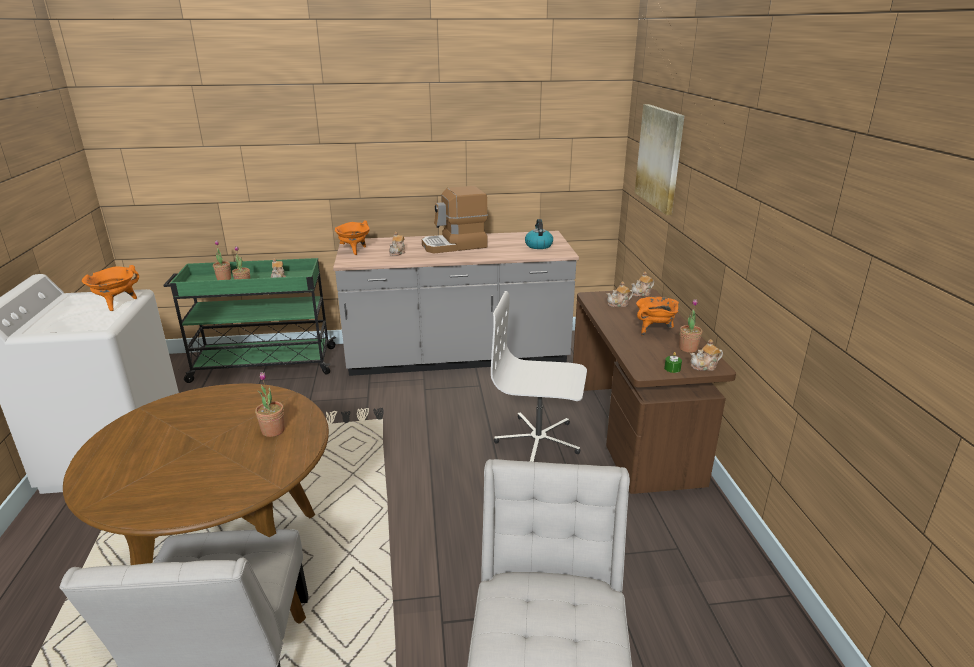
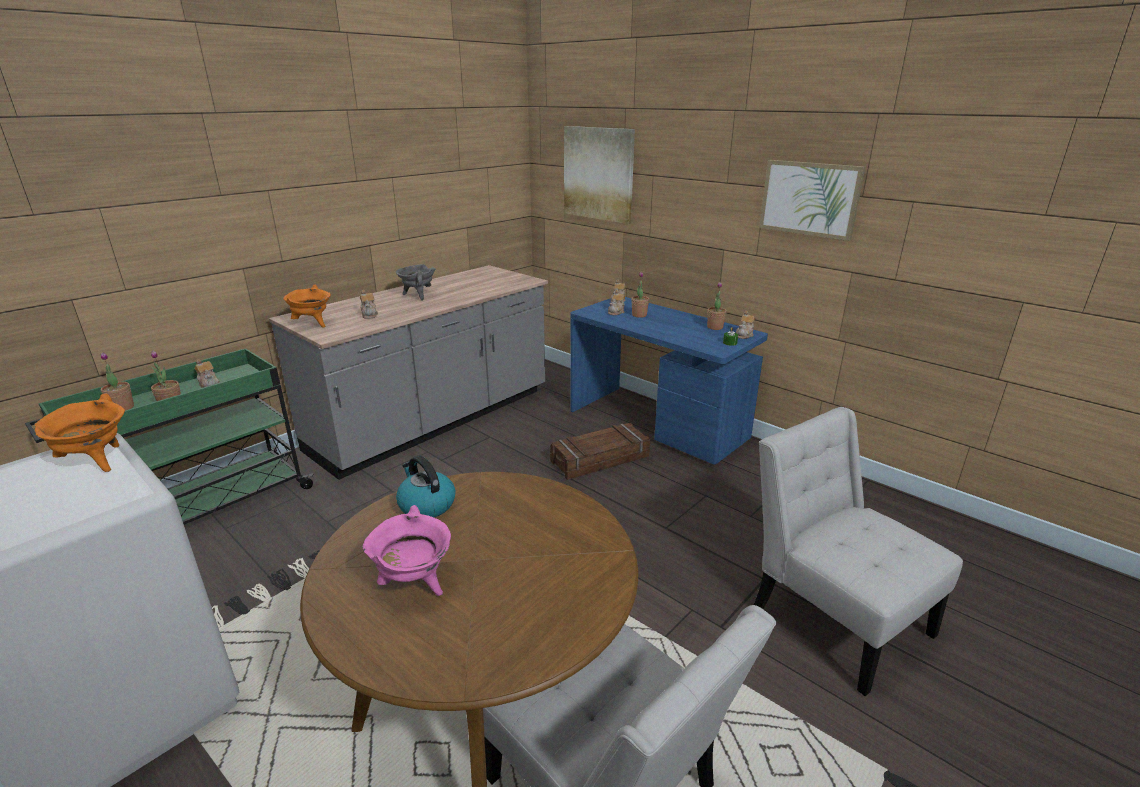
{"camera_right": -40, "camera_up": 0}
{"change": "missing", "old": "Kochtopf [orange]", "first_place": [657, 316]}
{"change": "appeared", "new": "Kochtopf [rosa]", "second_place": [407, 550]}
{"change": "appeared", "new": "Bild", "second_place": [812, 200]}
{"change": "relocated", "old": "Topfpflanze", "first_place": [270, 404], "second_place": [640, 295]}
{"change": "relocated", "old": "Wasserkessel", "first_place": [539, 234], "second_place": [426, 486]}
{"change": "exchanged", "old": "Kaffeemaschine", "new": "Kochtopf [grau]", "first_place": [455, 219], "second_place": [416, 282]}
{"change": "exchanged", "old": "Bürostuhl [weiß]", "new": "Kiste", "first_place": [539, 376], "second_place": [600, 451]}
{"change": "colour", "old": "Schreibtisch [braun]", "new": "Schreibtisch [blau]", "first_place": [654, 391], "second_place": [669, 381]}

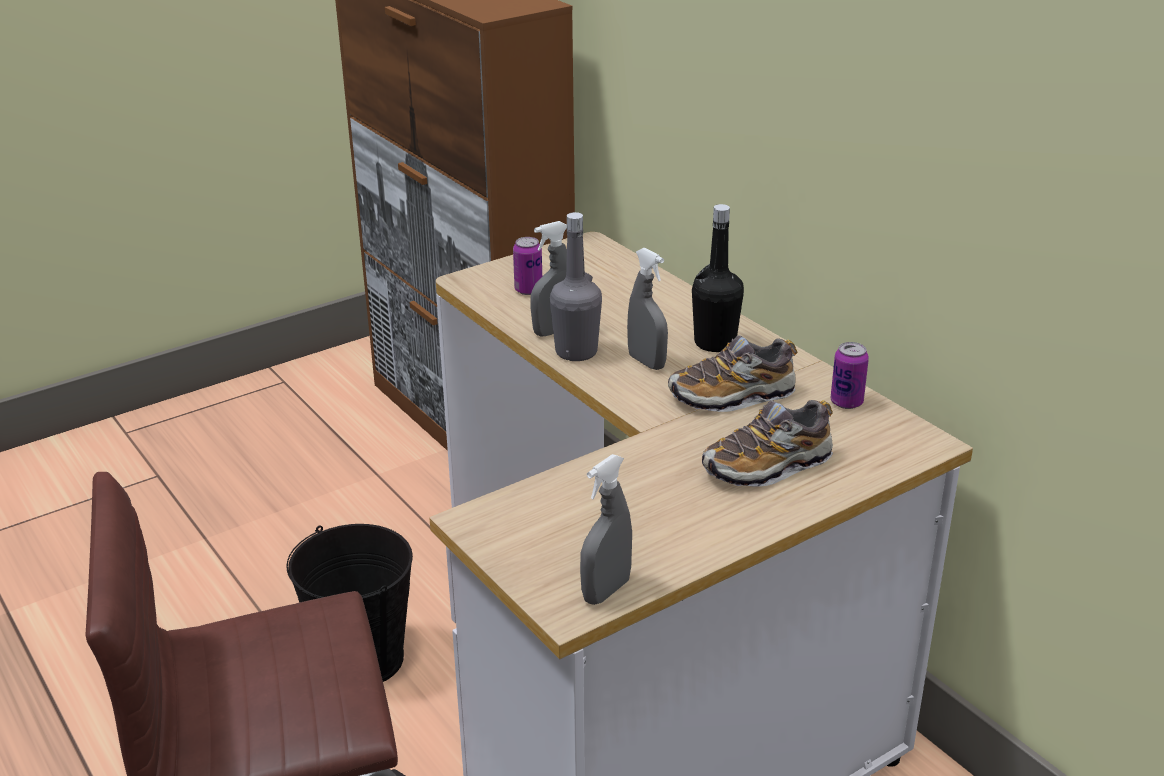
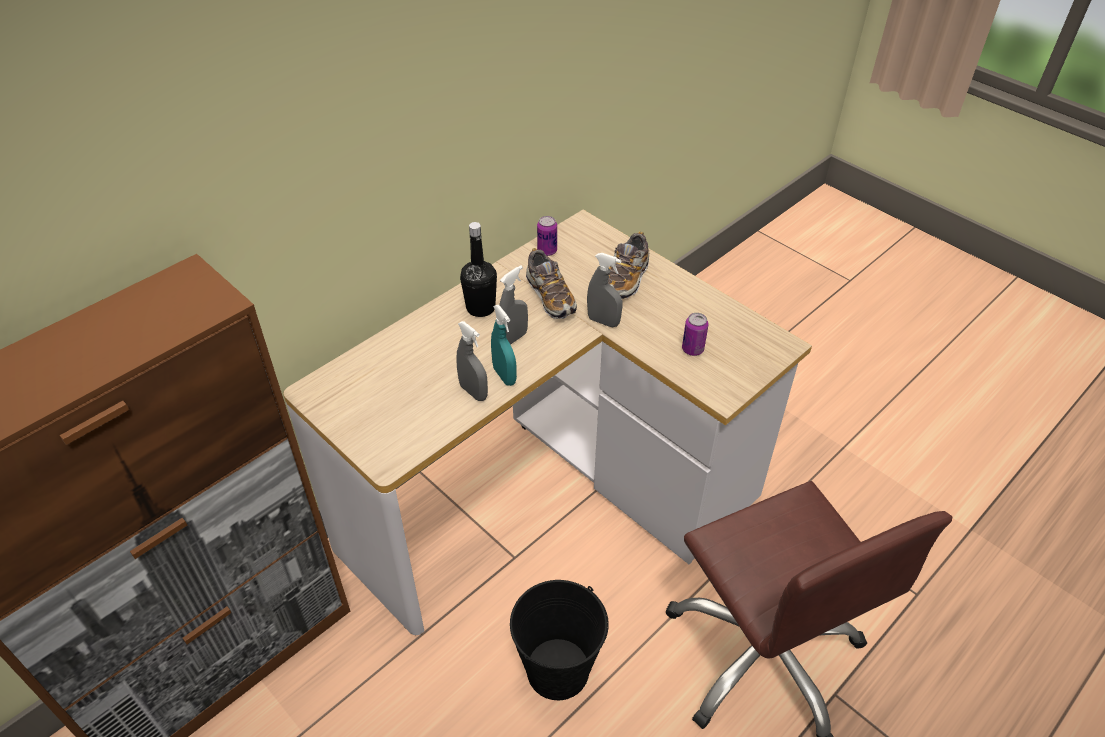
{"camera_right": -100, "camera_up": 15}
{"change": "relocated", "old": "Dose", "first_place": [527, 266], "second_place": [695, 334]}
{"change": "relocated", "old": "Sprühflasche [grau]", "first_place": [606, 529], "second_place": [605, 290]}
{"change": "exchanged", "old": "Flasche [grau]", "new": "Sprühflasche [türkis]", "first_place": [576, 286], "second_place": [504, 345]}
{"change": "spun", "old": "Schuh", "first_place": [767, 443], "second_place": [628, 265], "degrees": 60}

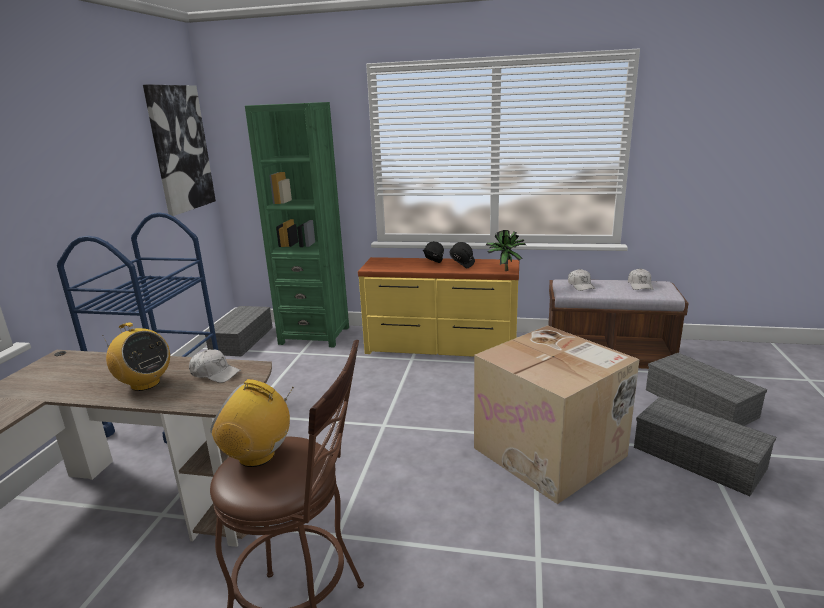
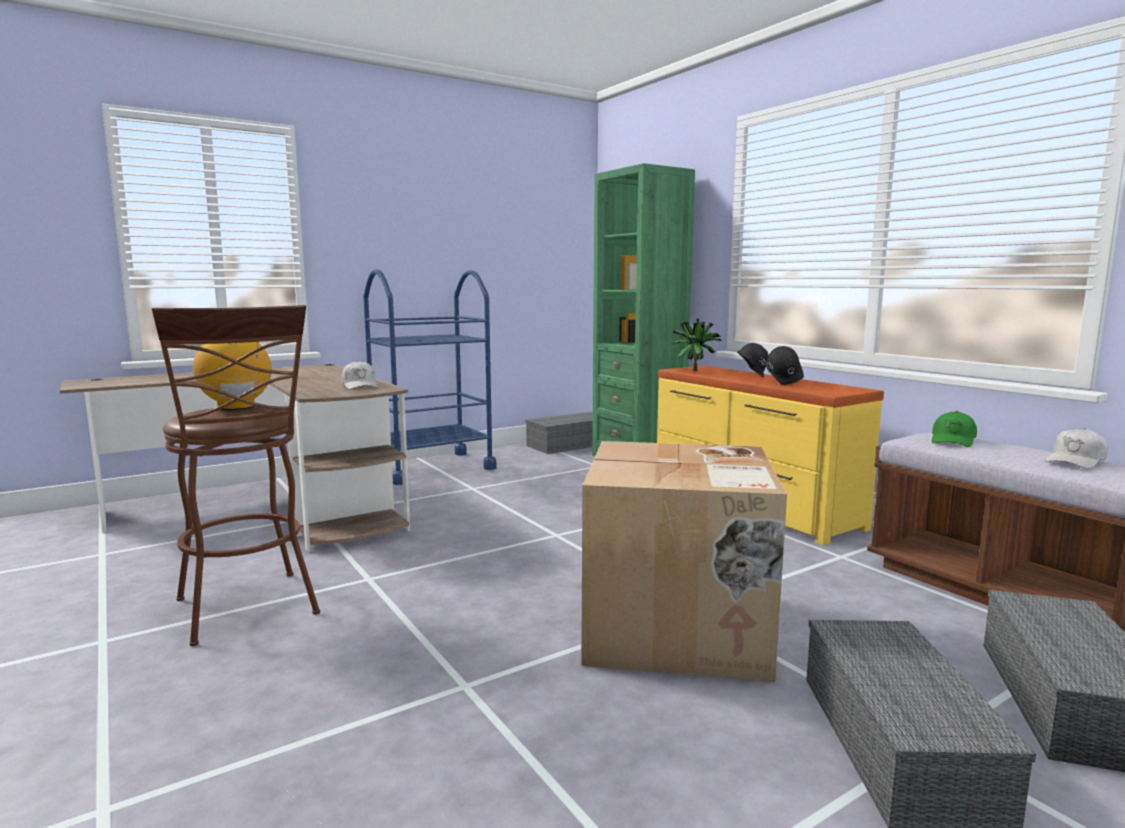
{"camera_right": 45, "camera_up": -10}
{"change": "missing", "old": "Radio", "first_place": [136, 356]}
{"change": "missing", "old": "Bild", "first_place": [179, 150]}
{"change": "relocated", "old": "Topfpflanze", "first_place": [505, 250], "second_place": [697, 345]}
{"change": "colour", "old": "Kappe [weiß]", "new": "Kappe [grün]", "first_place": [582, 280], "second_place": [954, 429]}

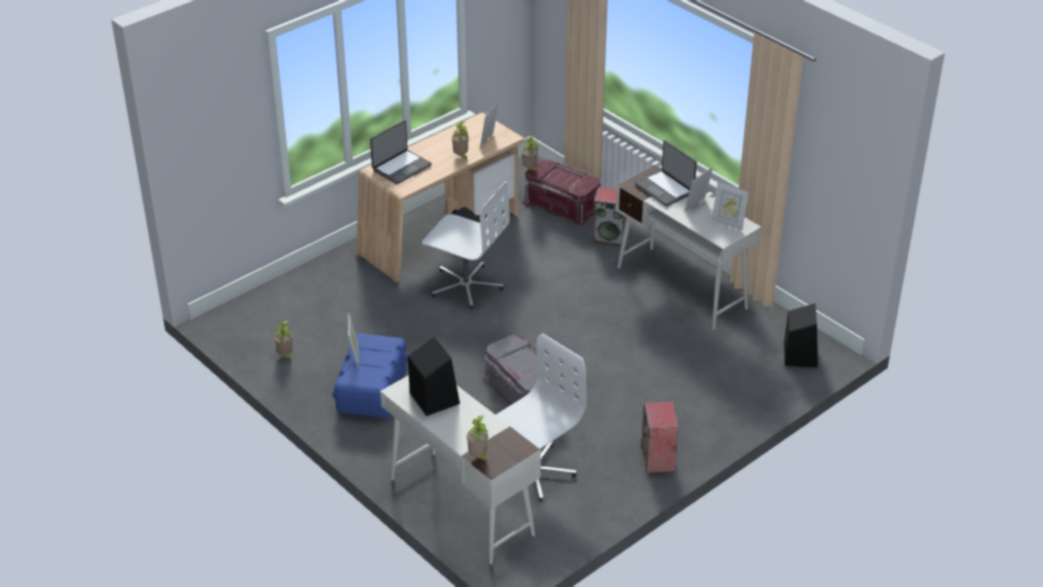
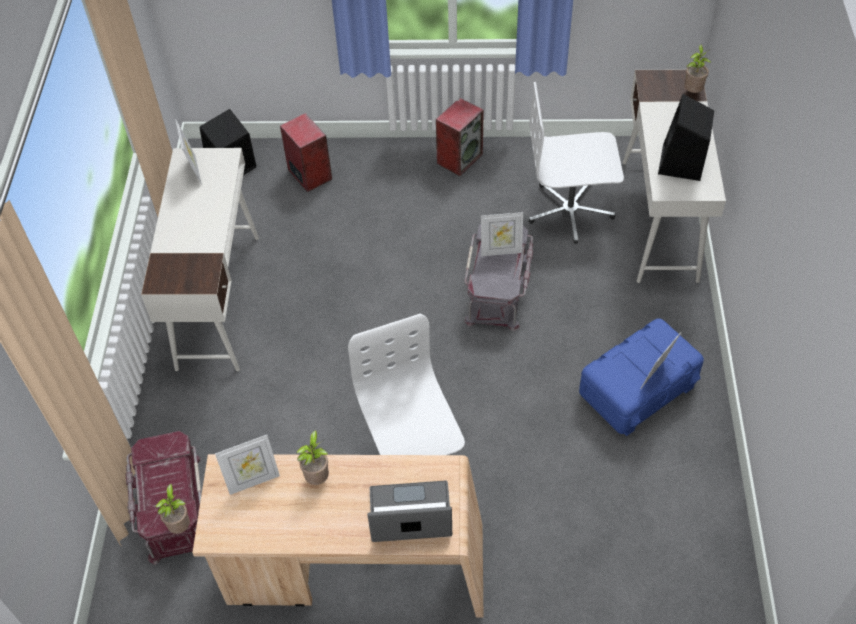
{"camera_right": -135, "camera_up": 15}
{"change": "missing", "old": "Topfpflanze", "first_place": [283, 341]}
{"change": "missing", "old": "Laptop", "first_place": [666, 173]}
{"change": "relocated", "old": "Lautsprecher", "first_place": [609, 217], "second_place": [306, 152]}
{"change": "relocated", "old": "Bilderrahmen", "first_place": [698, 189], "second_place": [502, 234]}

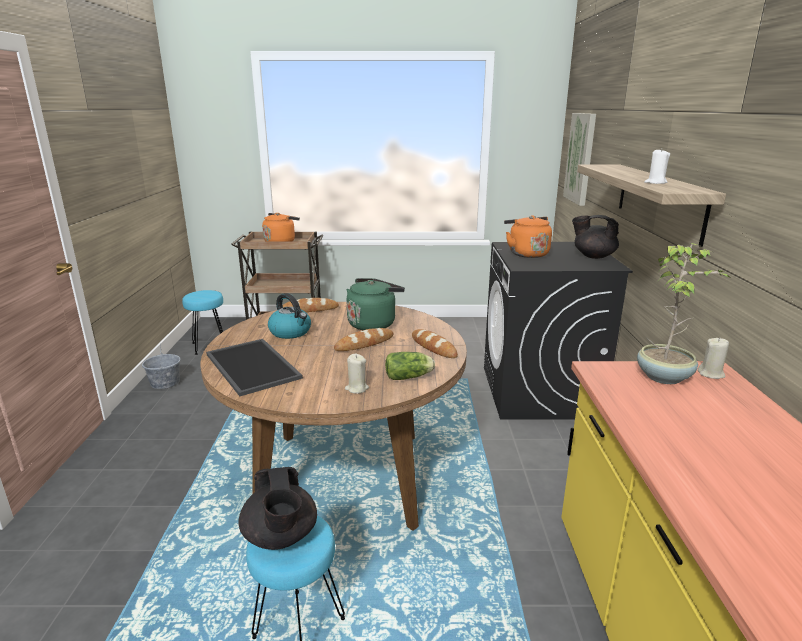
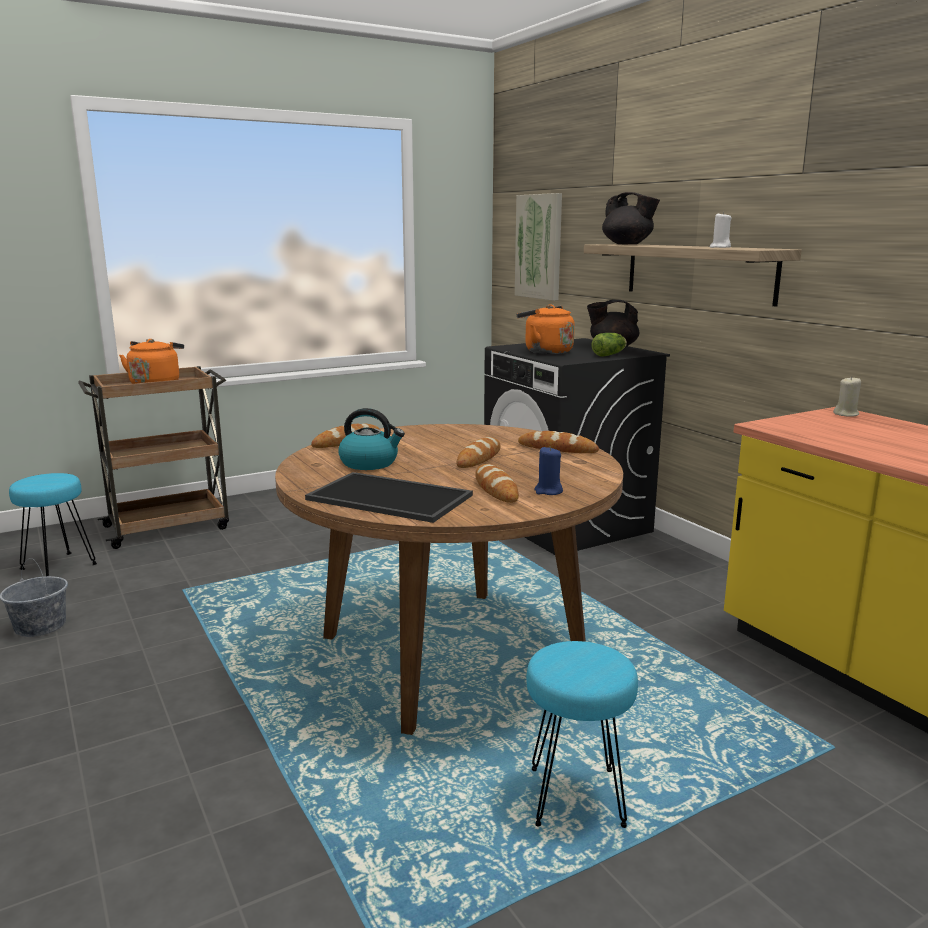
{"camera_right": -30, "camera_up": -5}
{"change": "missing", "old": "Wasserkessel [grün]", "first_place": [375, 304]}
{"change": "missing", "old": "Topfpflanze", "first_place": [684, 313]}
{"change": "appeared", "new": "Brot", "second_place": [497, 483]}
{"change": "relocated", "old": "Teekanne [schwarz]", "first_place": [278, 508], "second_place": [631, 218]}
{"change": "relocated", "old": "Salatkopf", "first_place": [410, 366], "second_place": [609, 345]}
{"change": "colour", "old": "Kerze [beige]", "new": "Kerze [blau]", "first_place": [357, 374], "second_place": [548, 470]}

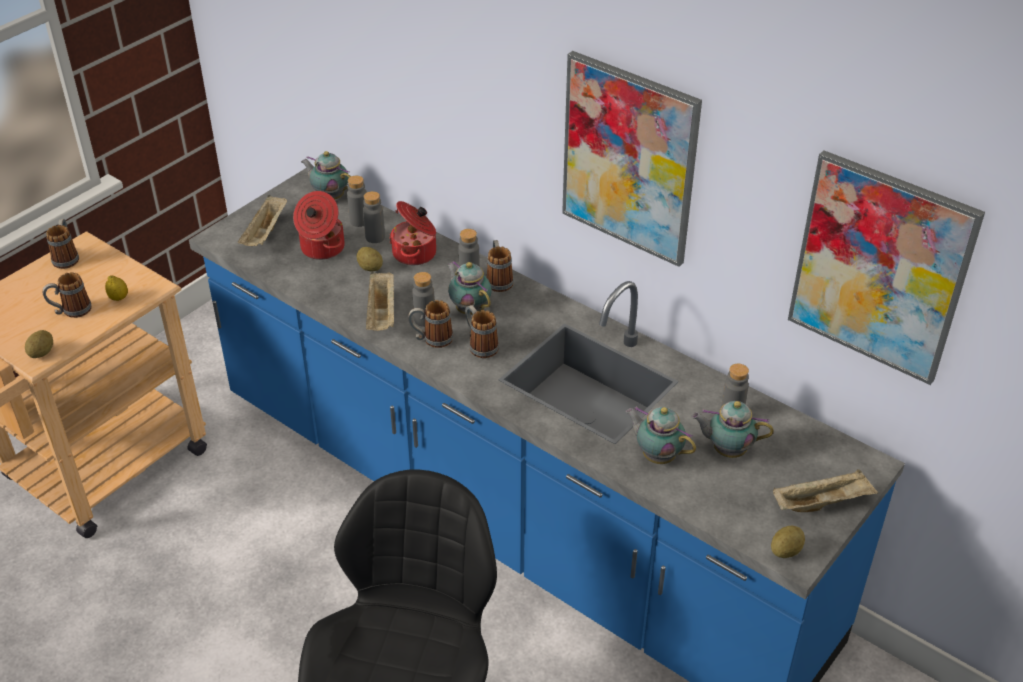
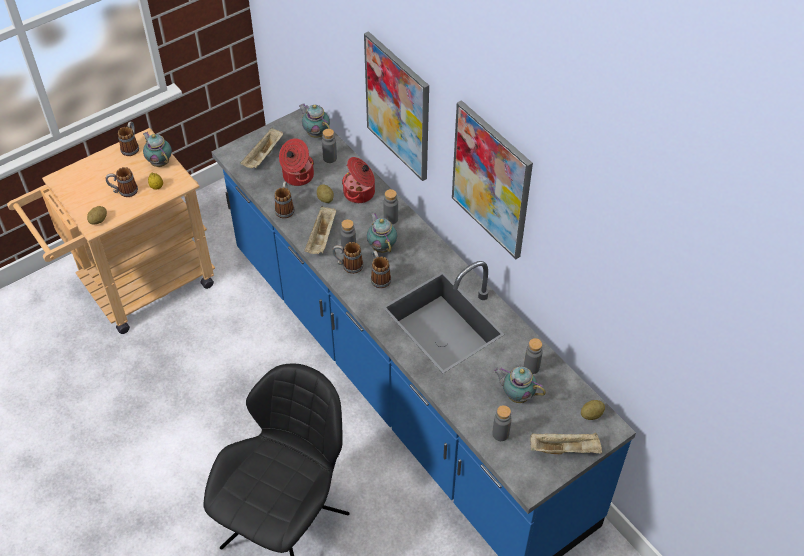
{"camera_right": 15, "camera_up": 10}
{"change": "relocated", "old": "Flasche [grau]", "first_place": [374, 217], "second_place": [502, 423]}
{"change": "relocated", "old": "Henkelbecher", "first_place": [500, 266], "second_place": [284, 200]}
{"change": "relocated", "old": "Teekanne", "first_place": [661, 435], "second_place": [157, 149]}
{"change": "relocated", "old": "Kartoffel", "first_place": [788, 542], "second_place": [593, 410]}
{"change": "relocated", "old": "Bild", "first_place": [886, 267], "second_place": [396, 106]}

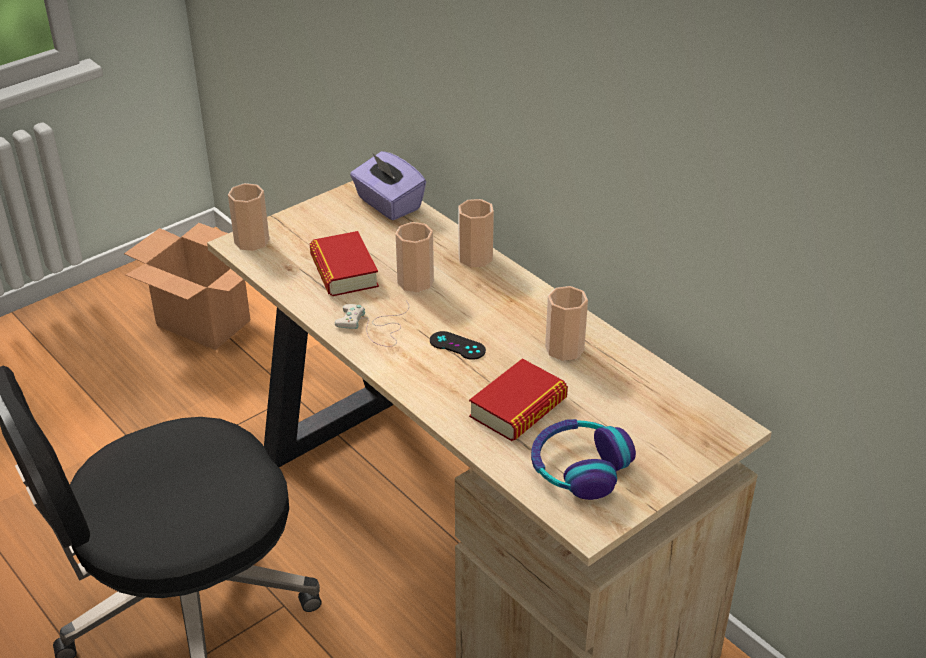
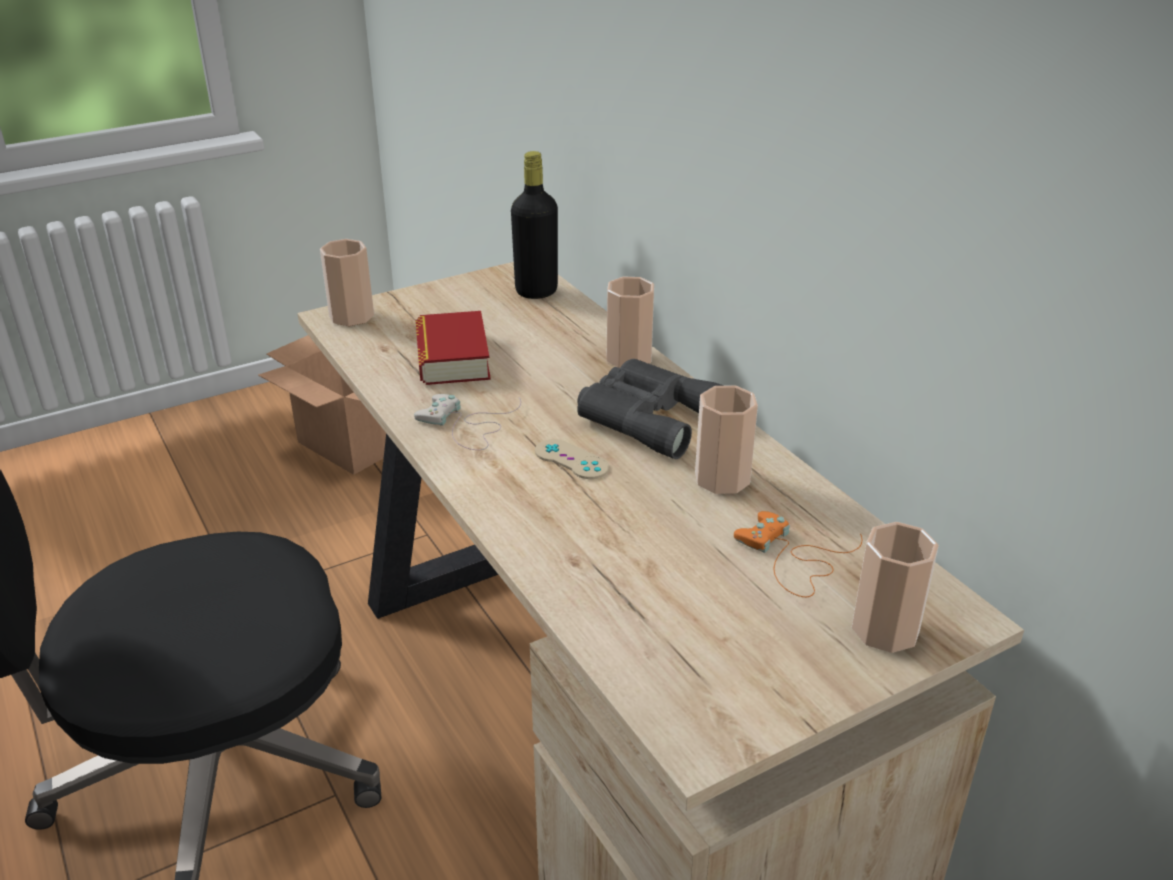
{"camera_right": 10, "camera_up": -5}
{"change": "missing", "old": "Buch", "first_place": [518, 400]}
{"change": "missing", "old": "Kopfhörer", "first_place": [583, 459]}
{"change": "appeared", "new": "Fernglas [grau]", "second_place": [650, 409]}
{"change": "appeared", "new": "Gamepad [orange]", "second_place": [798, 554]}
{"change": "relocated", "old": "Tasse", "first_place": [414, 257], "second_place": [895, 587]}
{"change": "exchanged", "old": "Taschentuchbox [lila]", "new": "Flasche [schwarz]", "first_place": [388, 185], "second_place": [534, 225]}
{"change": "colour", "old": "Gamepad [schwarz]", "new": "Gamepad [beige]", "first_place": [458, 345], "second_place": [572, 459]}

